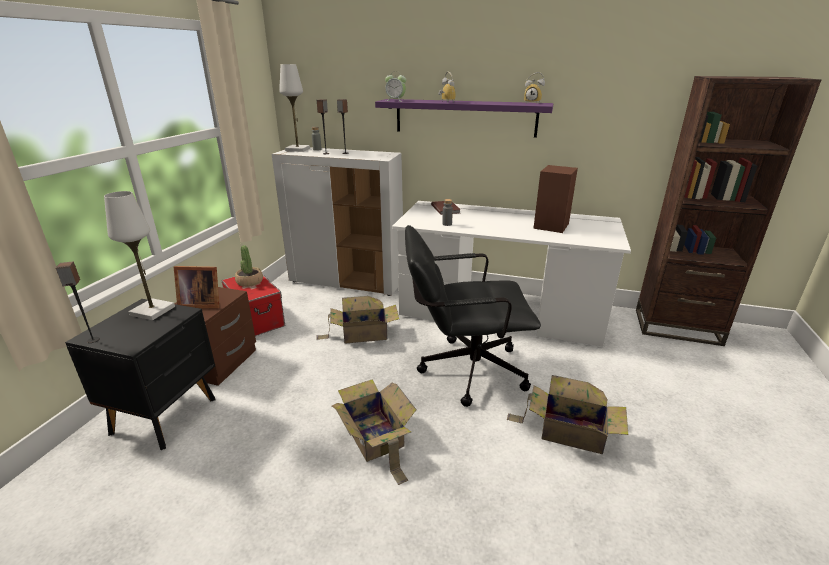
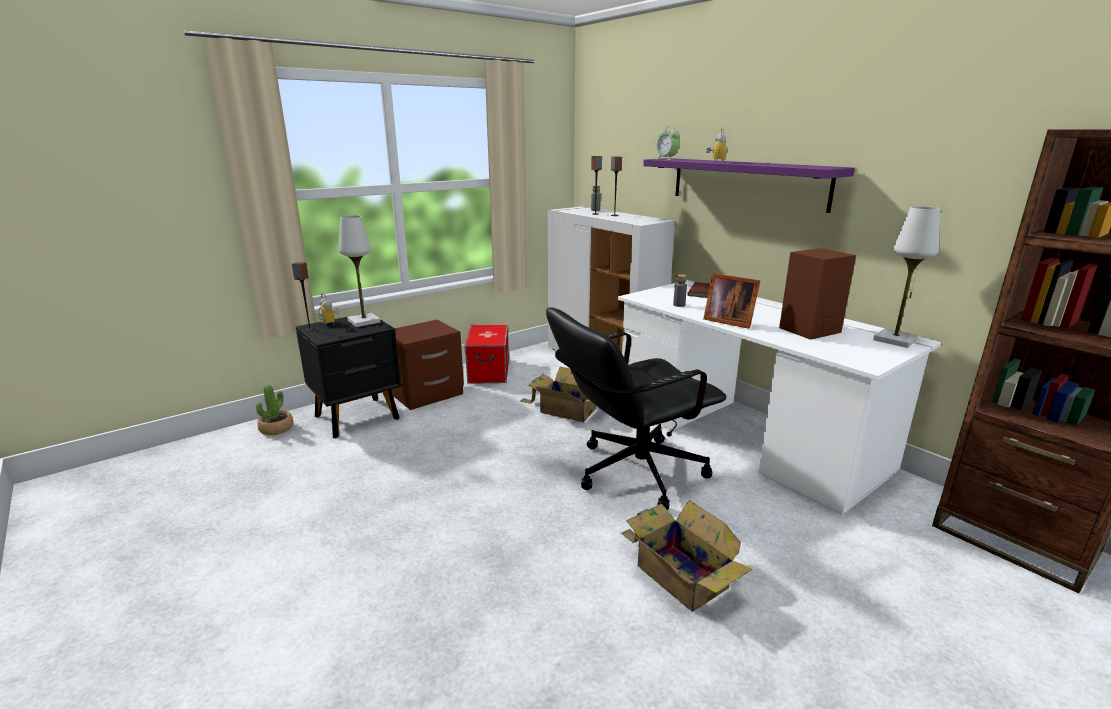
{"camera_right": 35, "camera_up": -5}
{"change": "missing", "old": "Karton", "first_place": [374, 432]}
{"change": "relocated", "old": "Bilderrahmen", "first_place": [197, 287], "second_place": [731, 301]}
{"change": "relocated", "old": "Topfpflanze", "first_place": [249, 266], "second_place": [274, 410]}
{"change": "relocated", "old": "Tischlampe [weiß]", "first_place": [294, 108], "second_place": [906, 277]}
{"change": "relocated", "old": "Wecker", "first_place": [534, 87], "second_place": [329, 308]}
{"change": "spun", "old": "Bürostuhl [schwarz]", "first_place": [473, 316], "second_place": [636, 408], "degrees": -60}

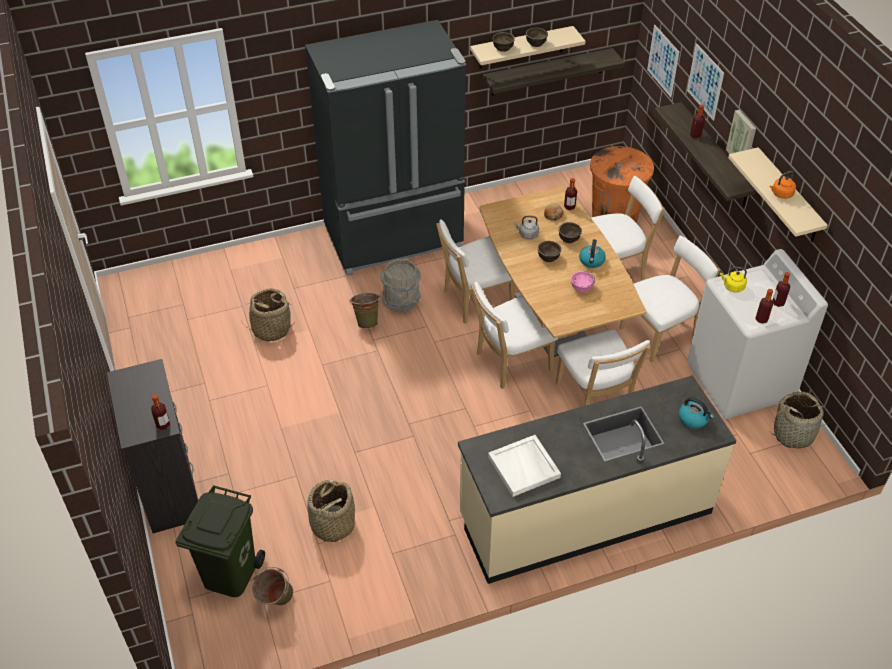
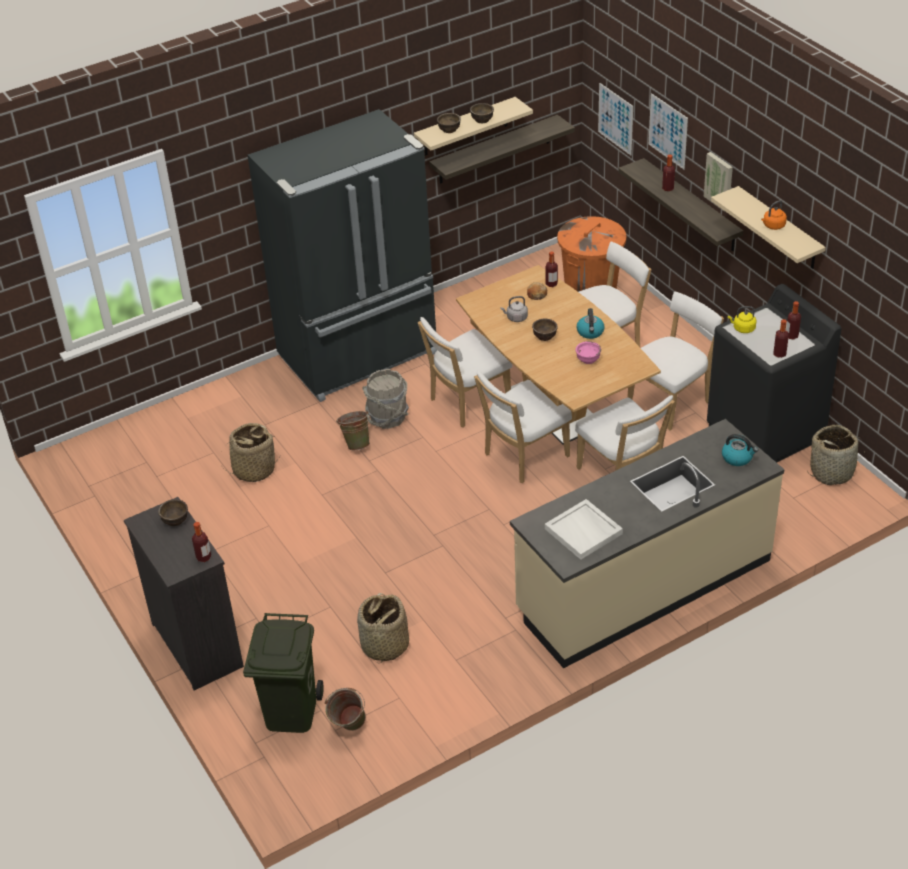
{"camera_right": -10, "camera_up": -5}
{"change": "relocated", "old": "Schüssel [braun]", "first_place": [570, 232], "second_place": [173, 512]}
{"change": "colour", "old": "Waschmaschine [weiß]", "new": "Waschmaschine [schwarz]", "first_place": [757, 334], "second_place": [774, 373]}

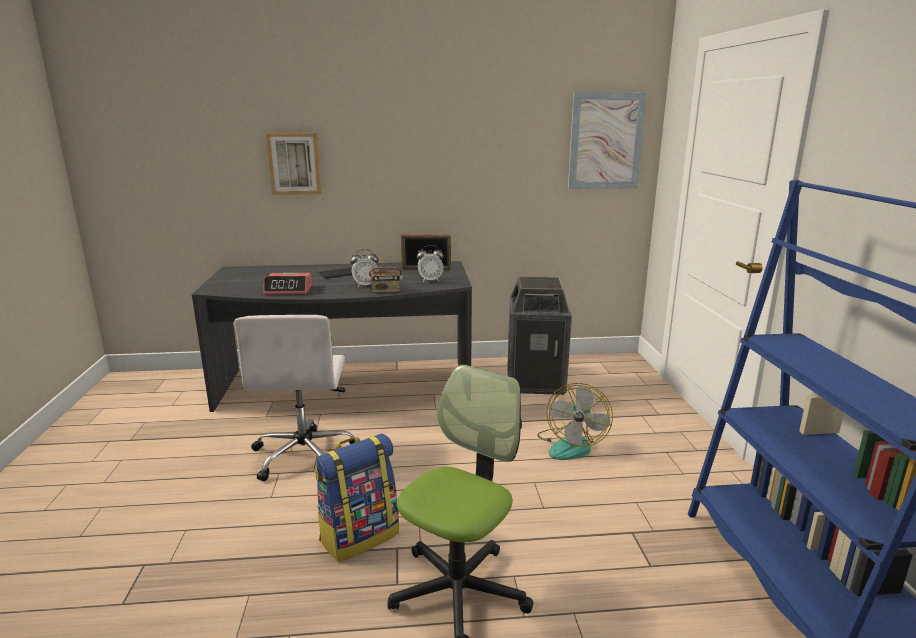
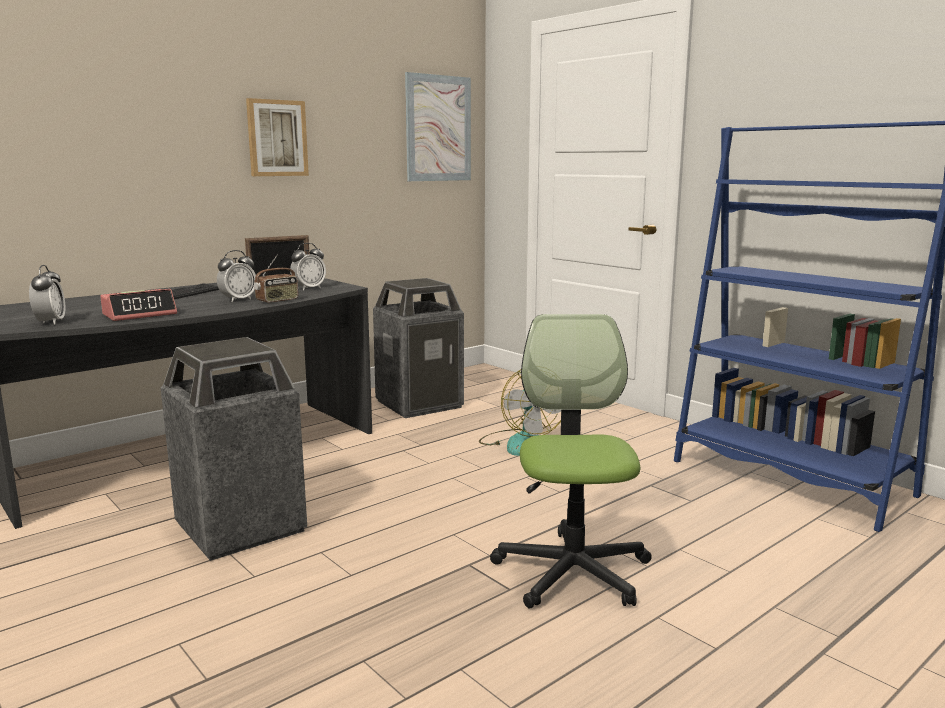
{"camera_right": -35, "camera_up": -5}
{"change": "missing", "old": "Rucksack", "first_place": [357, 498]}
{"change": "appeared", "new": "Wecker", "second_place": [47, 295]}
{"change": "relocated", "old": "Bild", "first_place": [293, 164], "second_place": [277, 137]}
{"change": "exchanged", "old": "Bürostuhl [weiß]", "new": "Mülleimer", "first_place": [294, 398], "second_place": [234, 449]}

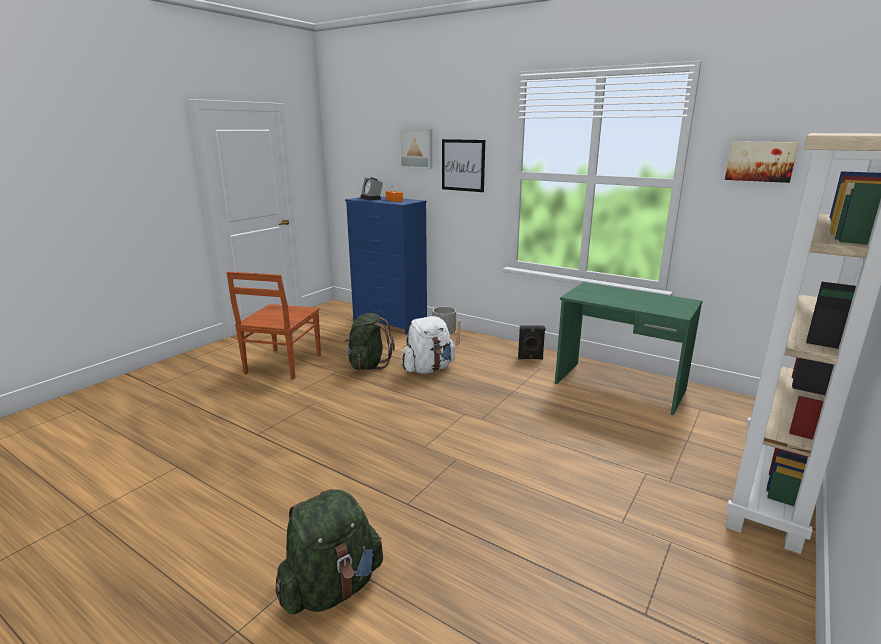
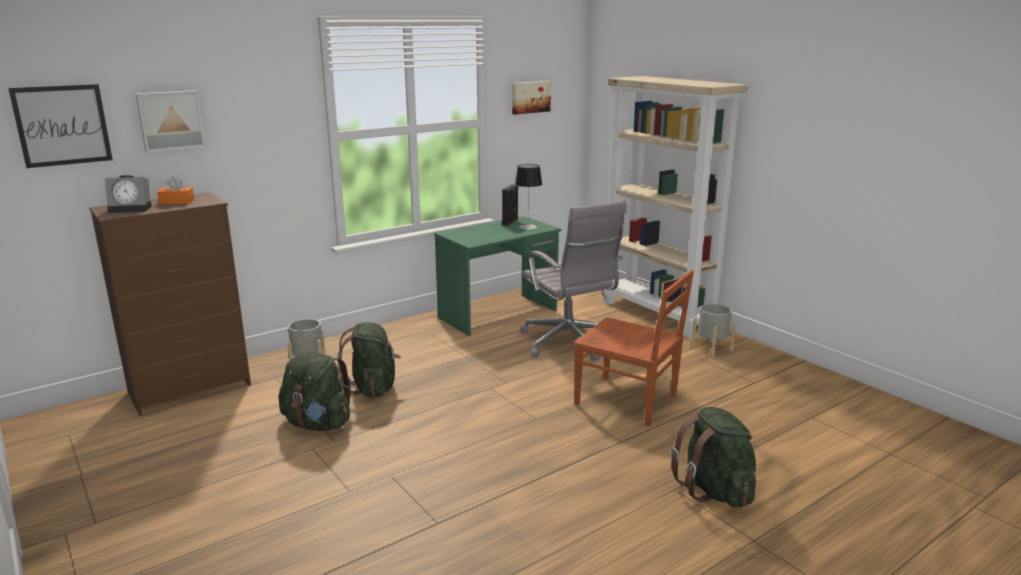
{"camera_right": -70, "camera_up": 0}
{"change": "appeared", "new": "Tischlampe", "second_place": [528, 196]}
{"change": "appeared", "new": "Bürostuhl [grau]", "second_place": [573, 280]}
{"change": "appeared", "new": "Pflanzkübel [grau]", "second_place": [713, 330]}
{"change": "relocated", "old": "Stuhl [braun]", "first_place": [274, 325], "second_place": [633, 348]}
{"change": "relocated", "old": "Bild", "first_place": [463, 165], "second_place": [60, 126]}
{"change": "relocated", "old": "Lautsprecher [schwarz]", "first_place": [532, 342], "second_place": [510, 205]}
{"change": "colour", "old": "Kommode [blau]", "new": "Kommode [braun]", "first_place": [386, 265], "second_place": [170, 304]}
{"change": "colour", "old": "Rucksack [weiß]", "new": "Rucksack [grün]", "first_place": [428, 345], "second_place": [369, 360]}

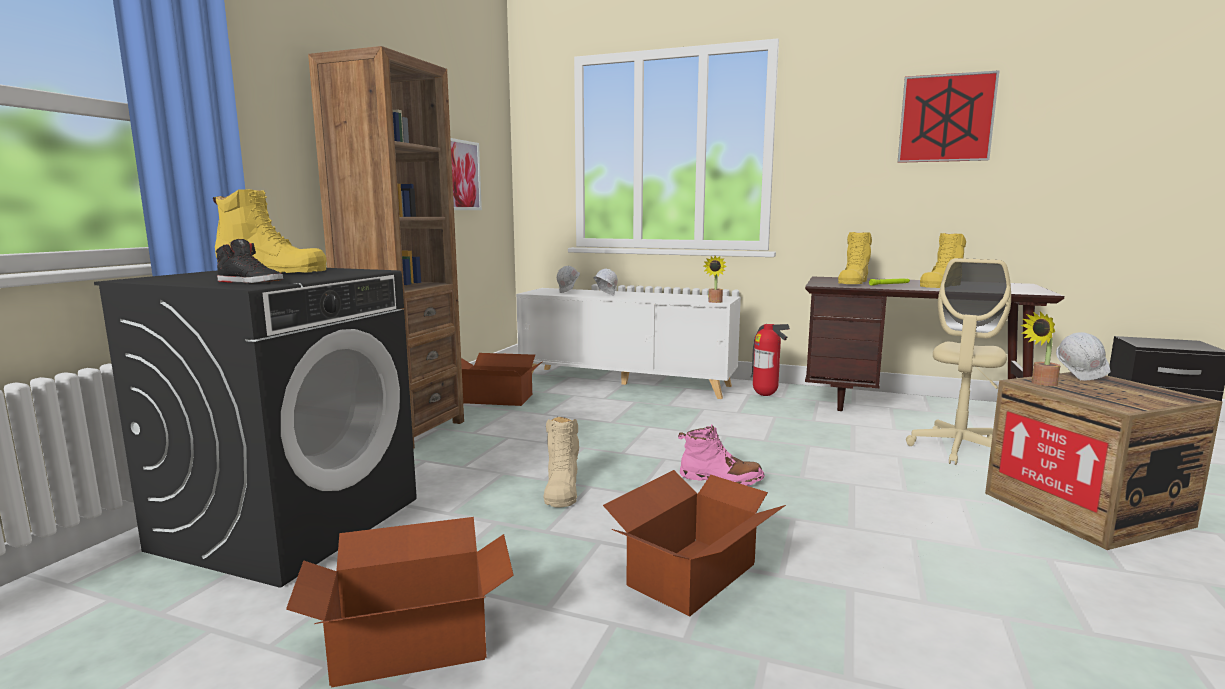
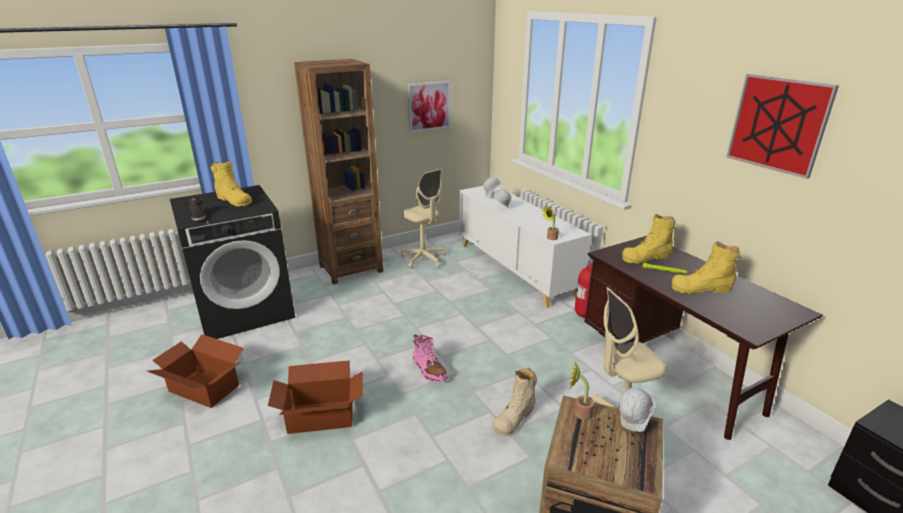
{"camera_right": 40, "camera_up": 15}
{"change": "relocated", "old": "Stiefel [beige]", "first_place": [561, 462], "second_place": [515, 402]}
{"change": "exchanged", "old": "Karton", "new": "Bürostuhl [beige]", "first_place": [502, 379], "second_place": [423, 218]}

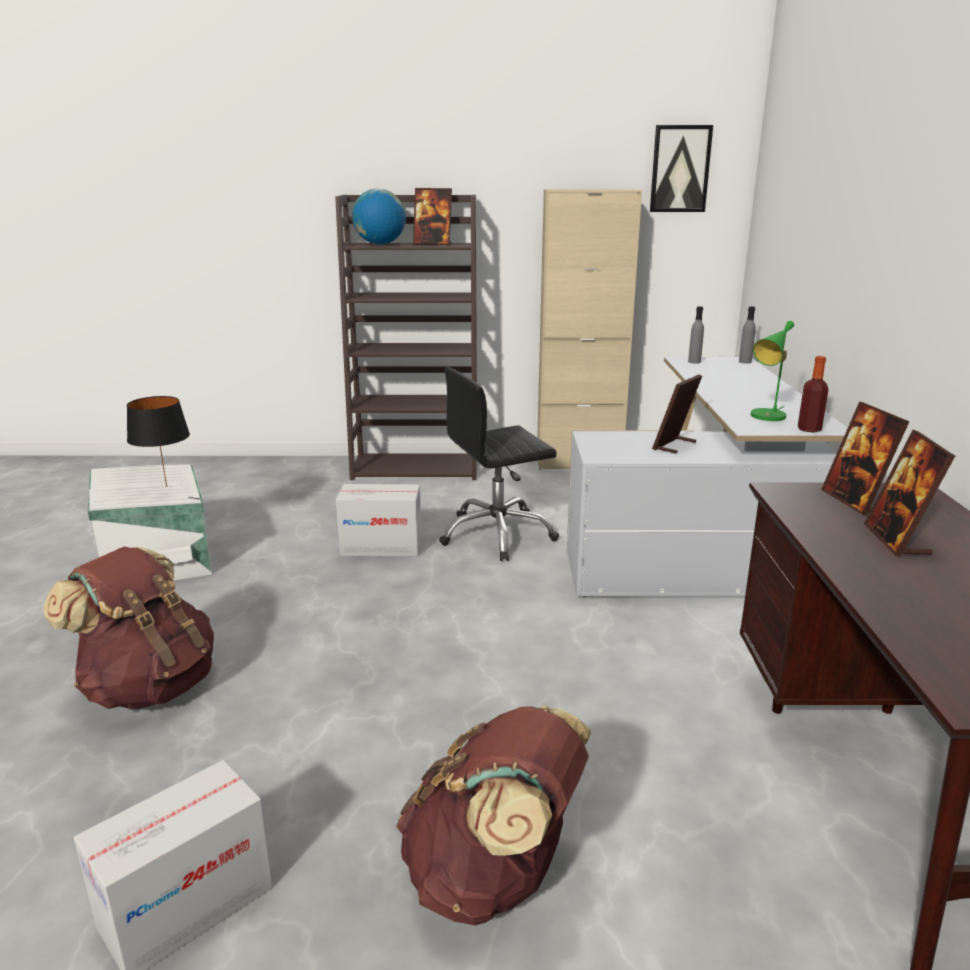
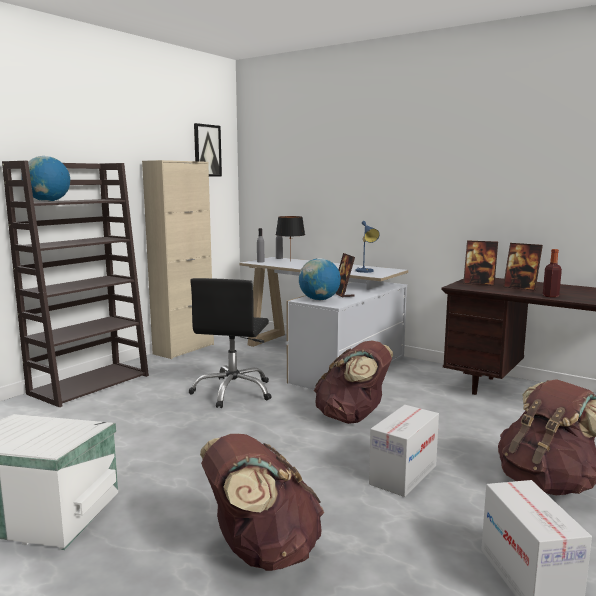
{"camera_right": -55, "camera_up": -10}
{"change": "missing", "old": "Bilderrahmen", "first_place": [432, 216]}
{"change": "appeared", "new": "Globus", "second_place": [320, 279]}
{"change": "appeared", "new": "Rucksack [braun]", "second_place": [353, 382]}
{"change": "relocated", "old": "Tischlampe [schwarz]", "first_place": [158, 441], "second_place": [290, 239]}
{"change": "relocated", "old": "Karton", "first_place": [379, 520], "second_place": [404, 451]}
{"change": "relocated", "old": "Flasche", "first_place": [813, 394], "second_place": [552, 273]}
{"change": "colour", "old": "Tischlampe [grün]", "new": "Tischlampe [blau]", "first_place": [772, 371], "second_place": [367, 247]}

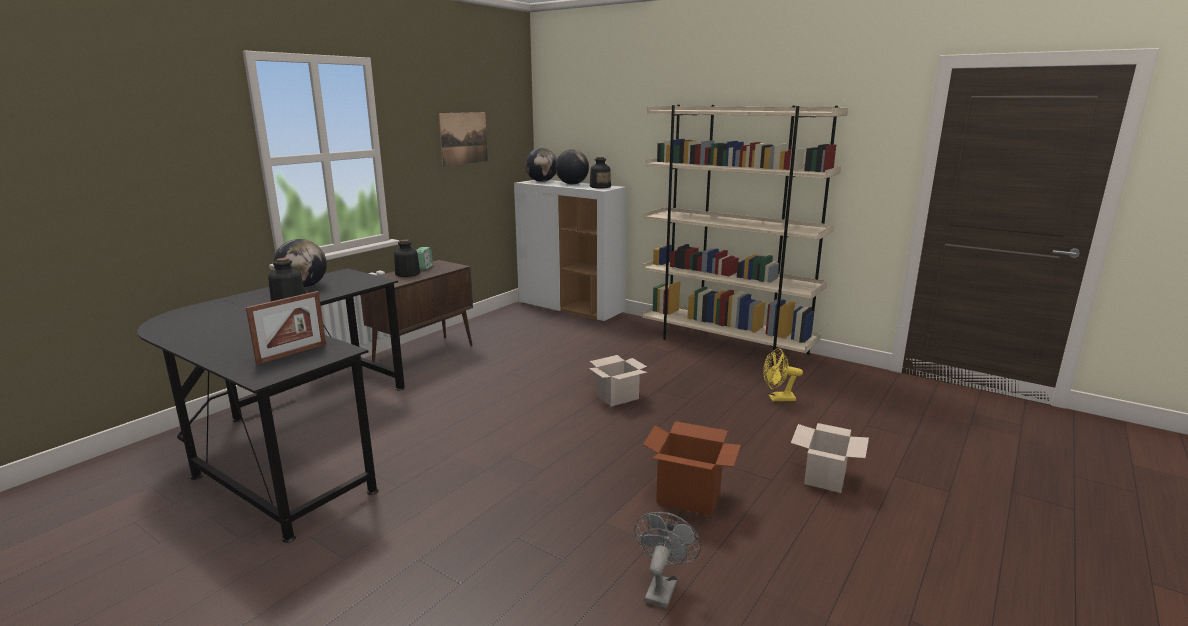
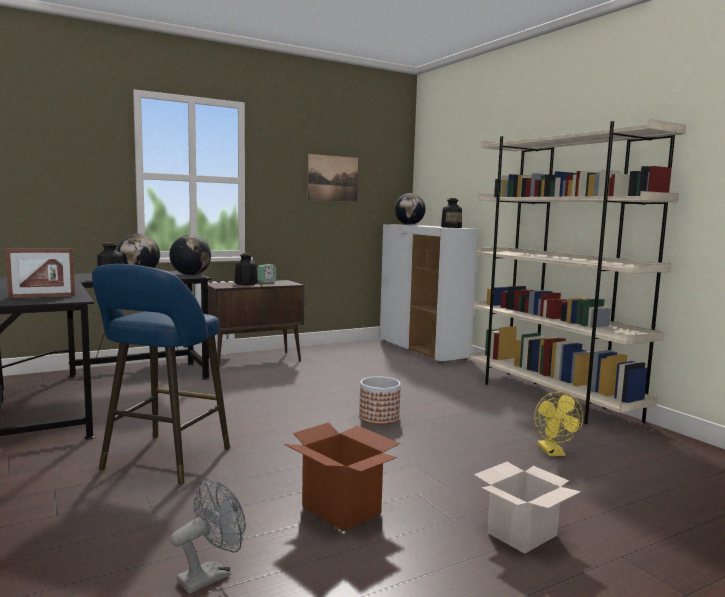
{"camera_right": 25, "camera_up": -10}
{"change": "appeared", "new": "Hocker [blau]", "second_place": [161, 374]}
{"change": "relocated", "old": "Globus", "first_place": [572, 167], "second_place": [190, 255]}
{"change": "exchanged", "old": "Karton", "new": "Pflanzkübel", "first_place": [618, 381], "second_place": [380, 401]}
{"change": "spun", "old": "Ventilator [gelb]", "first_place": [783, 374], "second_place": [558, 423], "degrees": -120}

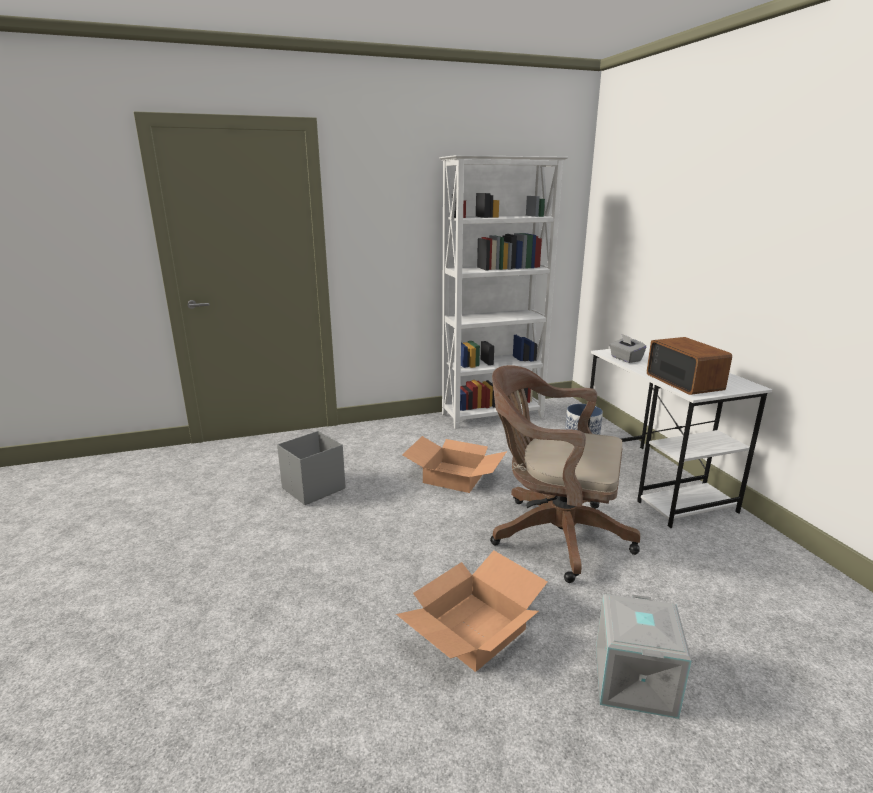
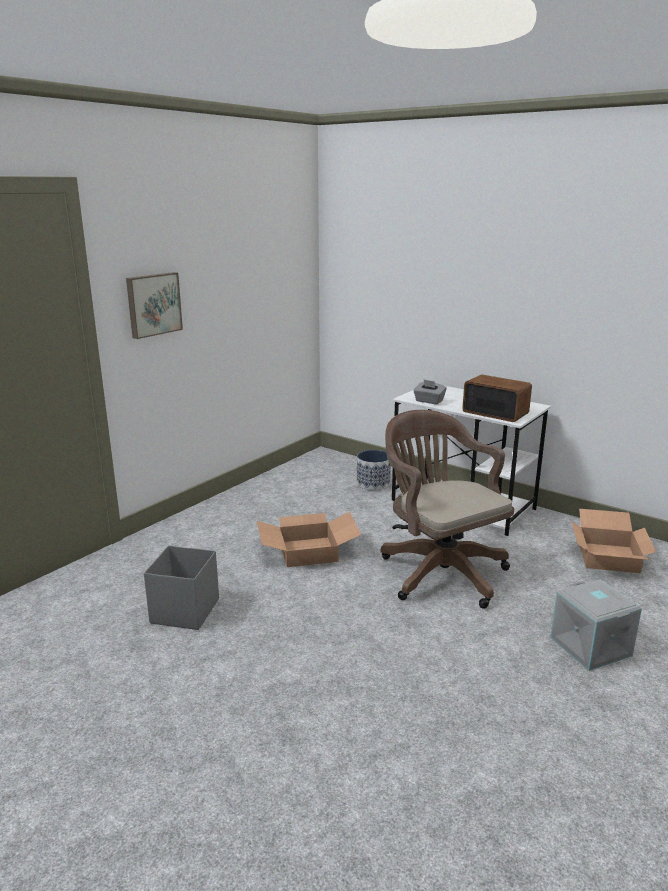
{"camera_right": -35, "camera_up": 0}
{"change": "missing", "old": "Bücherregal [weiß]", "first_place": [504, 292]}
{"change": "appeared", "new": "Bild", "second_place": [154, 305]}
{"change": "relocated", "old": "Karton", "first_place": [472, 611], "second_place": [613, 541]}
{"change": "spun", "old": "Bürostuhl [braun]", "first_place": [565, 474], "second_place": [447, 509], "degrees": 75}

